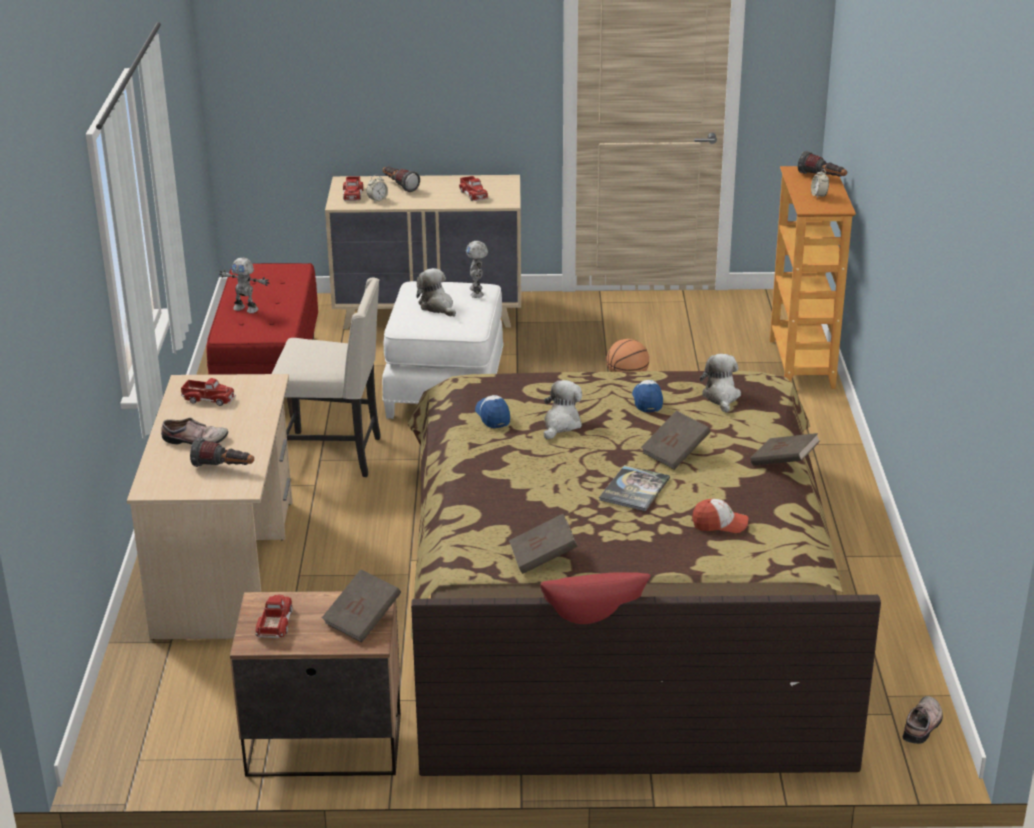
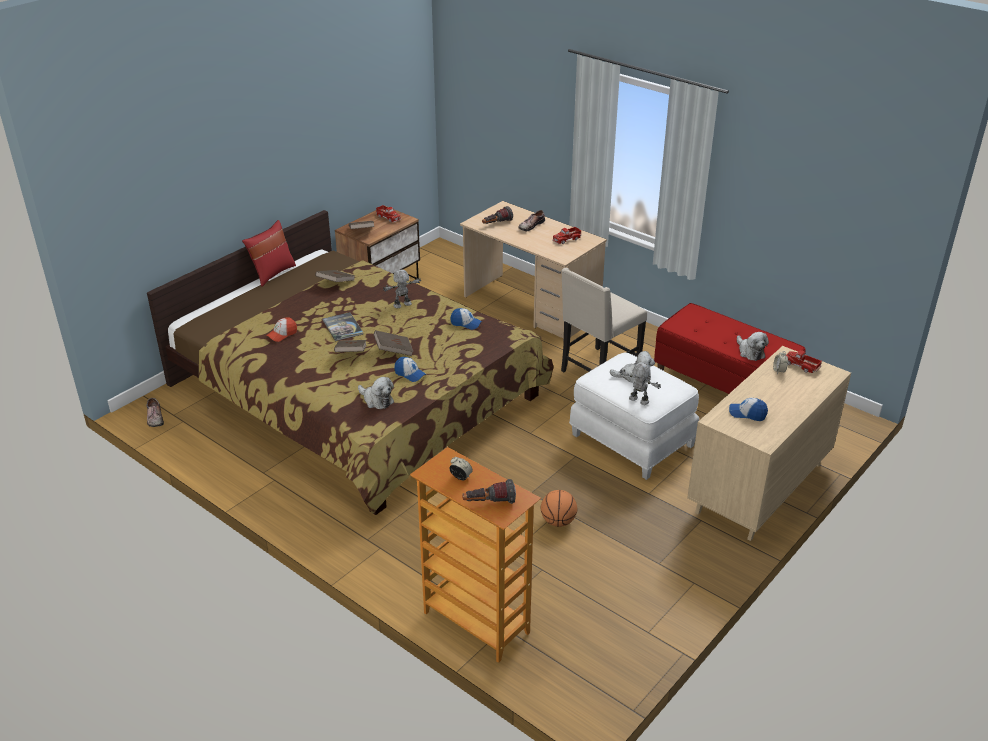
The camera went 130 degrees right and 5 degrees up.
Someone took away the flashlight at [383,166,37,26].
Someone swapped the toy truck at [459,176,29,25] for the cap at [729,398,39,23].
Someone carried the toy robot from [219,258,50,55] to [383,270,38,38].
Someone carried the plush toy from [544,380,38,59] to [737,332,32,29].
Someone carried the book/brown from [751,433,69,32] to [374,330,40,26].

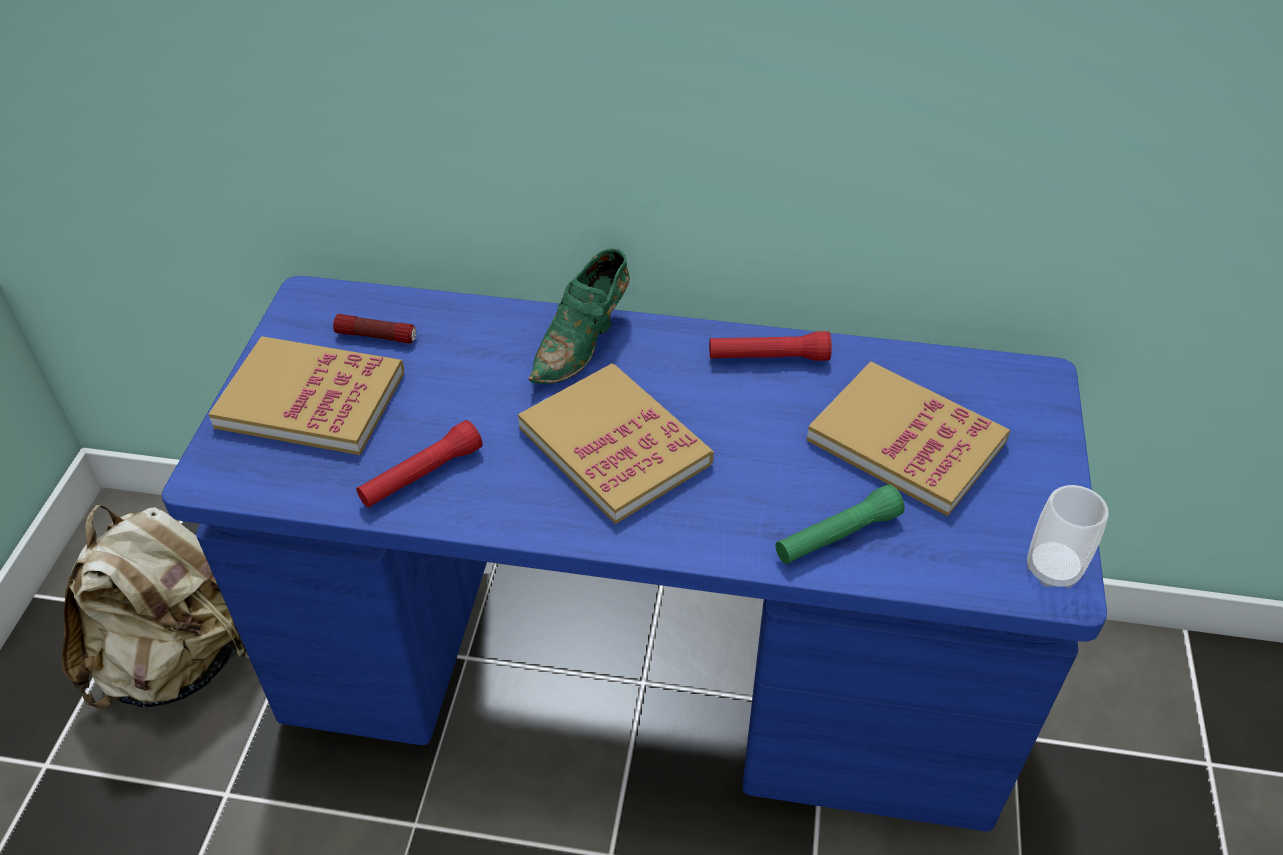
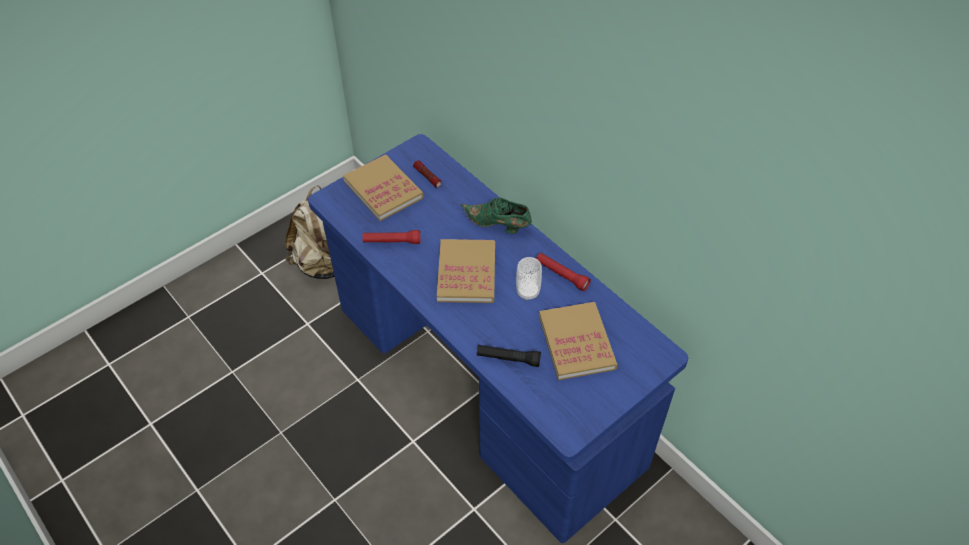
The camera went 40 degrees right and 5 degrees up.
Someone rotated the shoe/green at [529,249,101,135] by 45 degrees clockwise.
Someone repainted the flashlight/green at [776,484,129,80], which became the flashlight/black at [477,345,64,22].
Someone carried the cup from [1027,485,82,103] to [516,257,26,43].

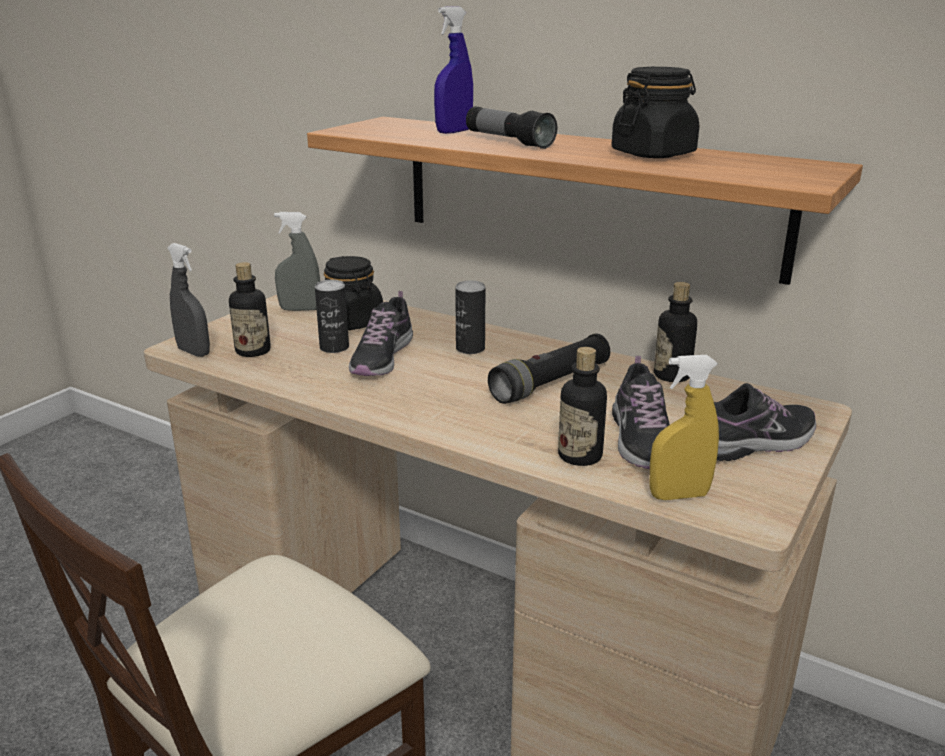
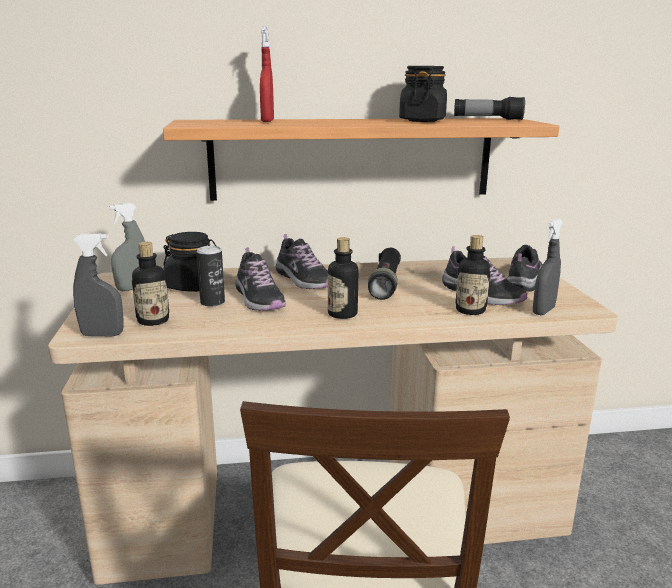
The camera went 40 degrees left and 5 degrees down.
Someone repainted the spray bottle/blue at [434,7,39,127], which became the spray bottle/red at [260,26,14,96].
Someone carried the flashlight from [466,106,91,43] to [454,97,71,23].
Someone swapped the can at [455,280,30,74] for the shoe at [276,234,52,55].
Someone carried the bottle from [654,282,43,100] to [328,237,30,82].
Someone repainted the spray bottle/yellow at [649,355,70,145], which became the spray bottle/grey at [533,218,30,97].

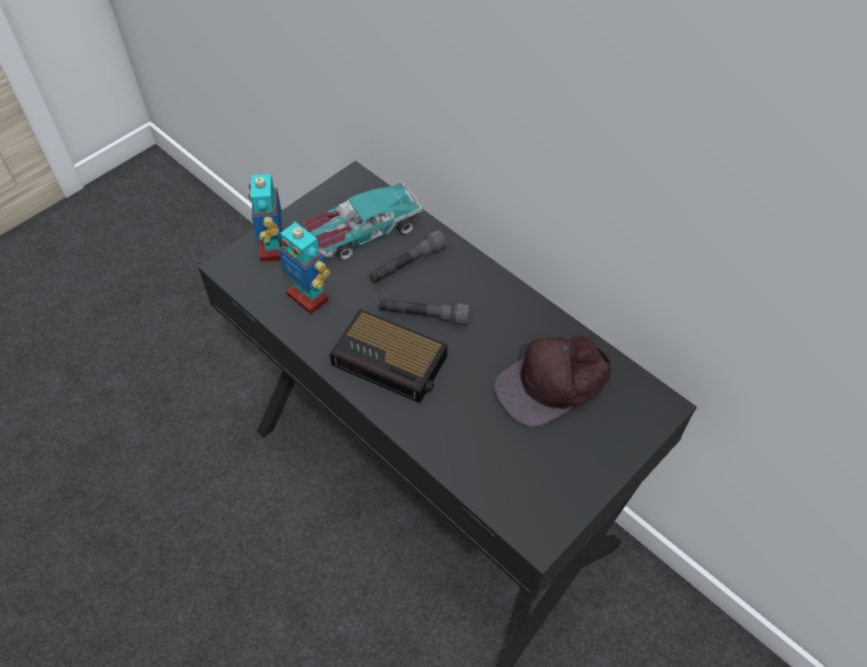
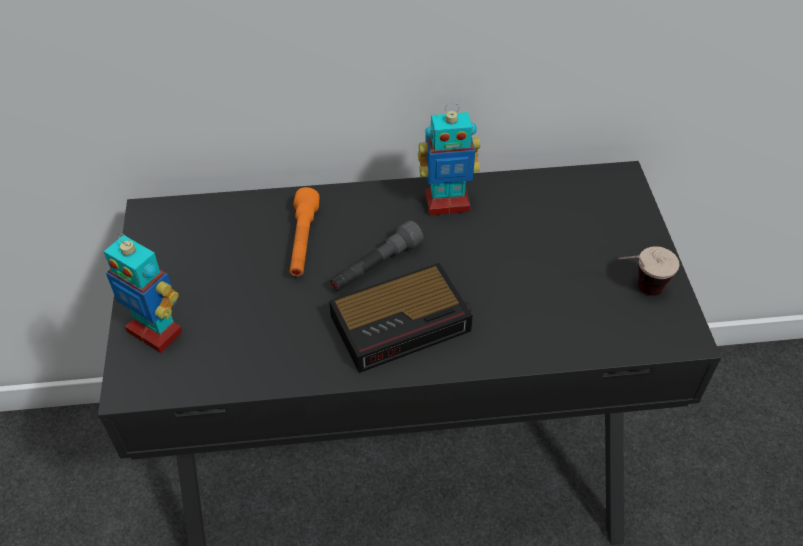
The camera went 50 degrees left and 5 degrees down.
Someone took away the toy car at [304,180,118,80].
Someone carried the toy robot from [279,221,51,93] to [418,103,62,112].
Someone repainted the flashlight/grey at [369,230,78,53], which became the flashlight/orange at [290,187,30,90].
Someone took away the cap/brown at [494,336,117,91].
Someone put down the cup at [618,246,62,50].

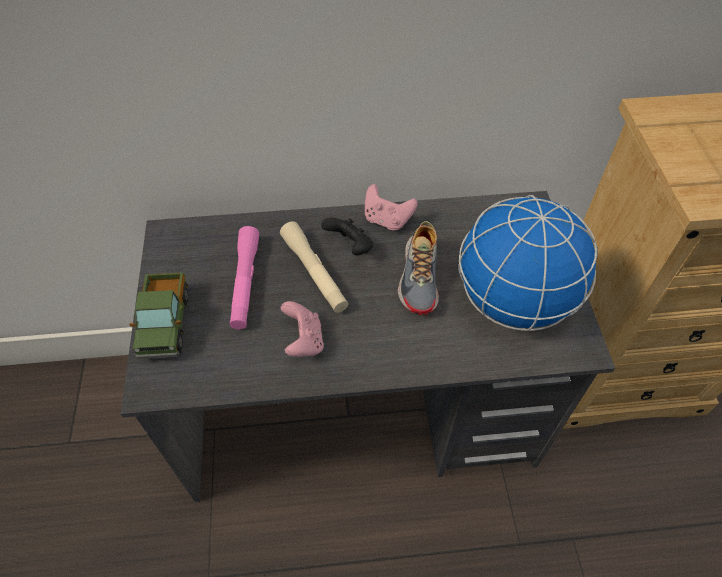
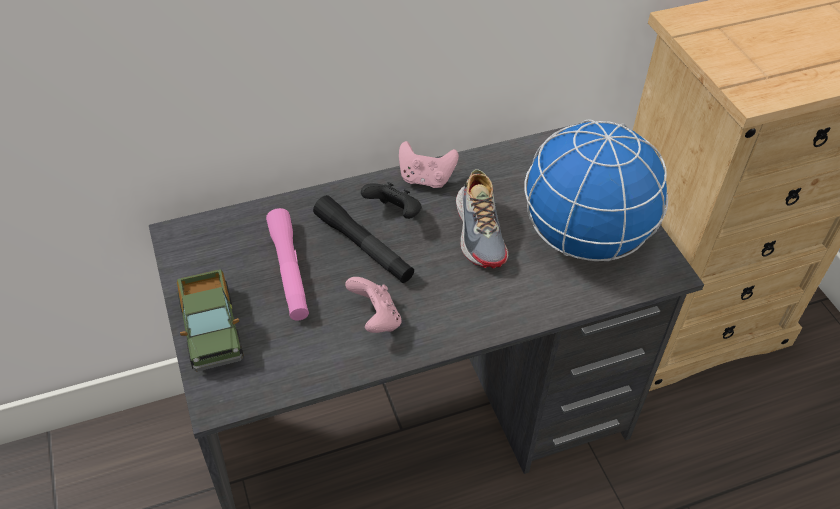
The camera went 15 degrees left and 5 degrees down.
Someone repainted the flashlight/beige at [280,221,69,92], which became the flashlight/black at [313,195,101,88].

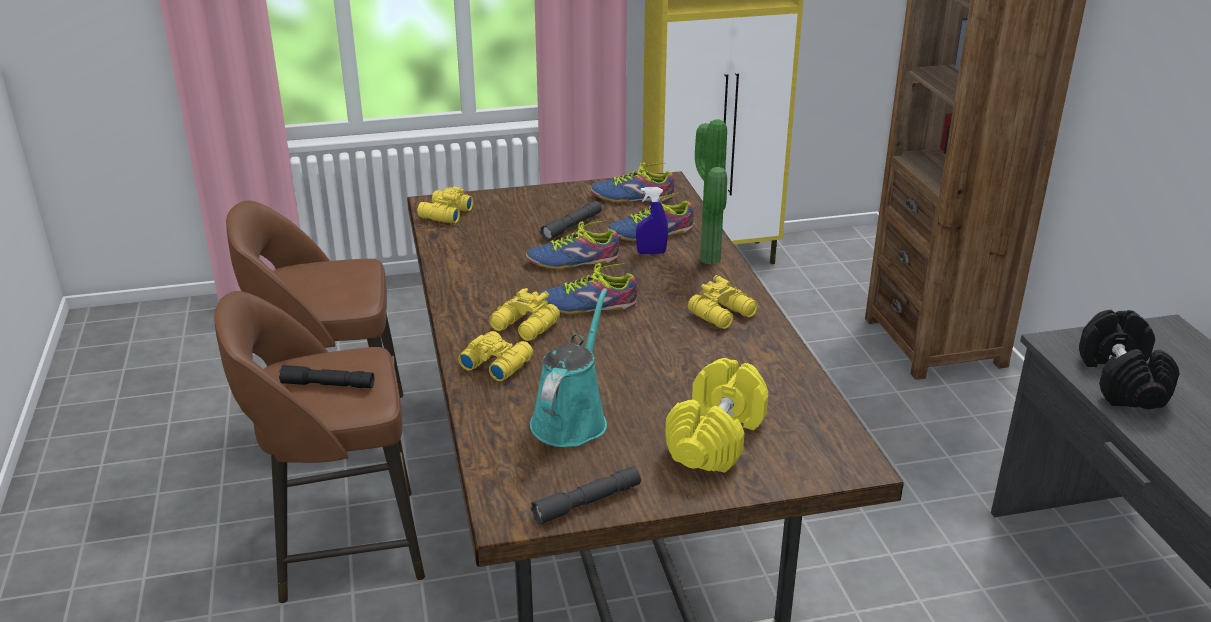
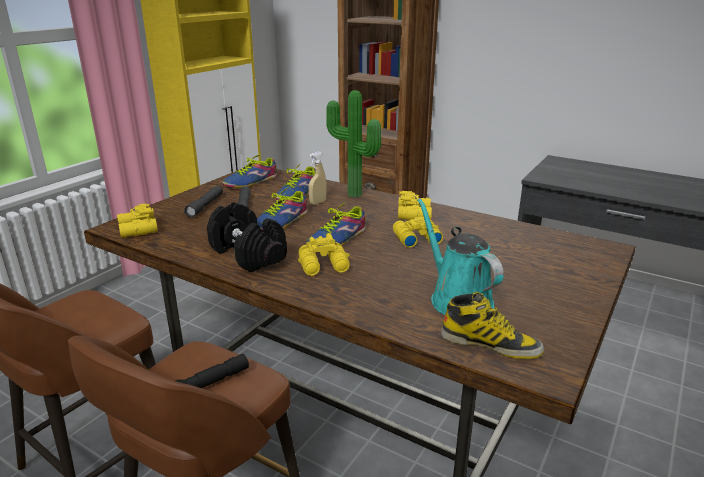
The camera went 45 degrees left and 5 degrees down.
Someone repainted the spray bottle/blue at [636,187,32,68], which became the spray bottle/beige at [309,152,18,53].
Someone carried the dumbbell/black from [1079,310,100,99] to [207,202,80,70].
Someone carried the binoculars/yellow from [458,331,75,50] to [393,217,50,31].
Someone took away the dumbbell/yellow at [665,358,103,115].
Someone carried the flashlight/grey from [531,466,110,58] to [184,186,39,32].
Someone put down the boot at [441,291,103,68].

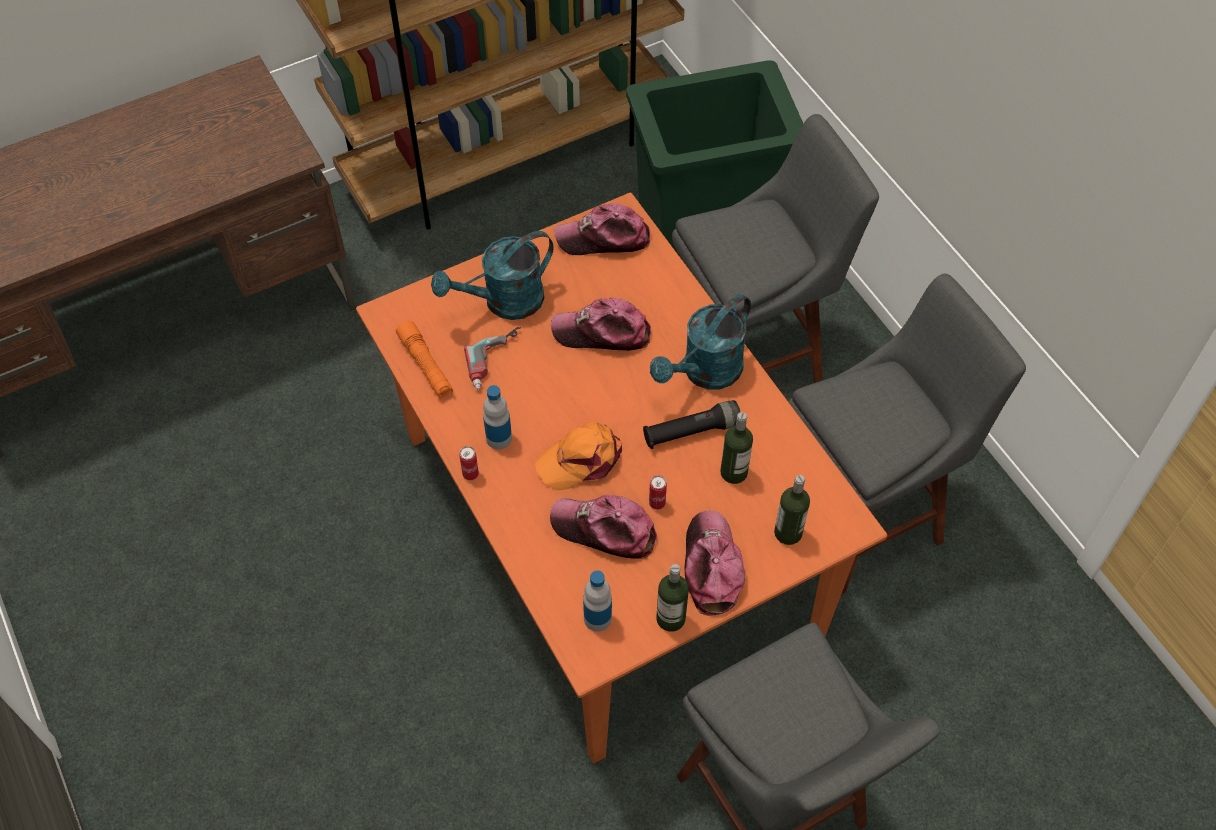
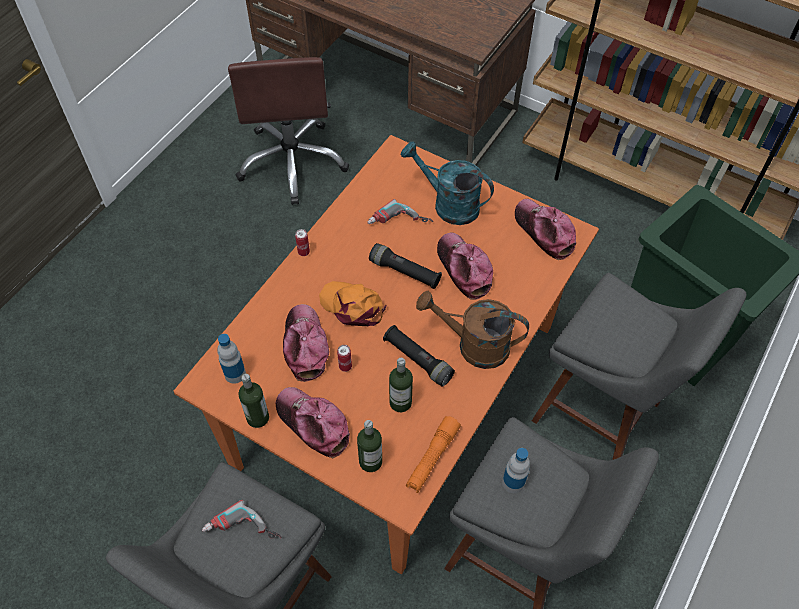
The camera went 60 degrees right and 0 degrees up.
Someone repainted the watering can/turquoise at [650,294,101,96], which became the watering can/brown at [416,291,113,78].
Someone carried the flashlight/orange from [396,321,57,78] to [406,416,55,77].
Someone carried the bottle from [483,385,29,65] to [502,448,28,45].
Someone rotated the cap at [684,510,61,106] by 105 degrees counterclockwise.
Someone put down the office chair/brown at [228,57,121,148].
Someone put down the flashlight/black at [369,243,73,46].
Someone put down the power drill at [202,500,80,39].

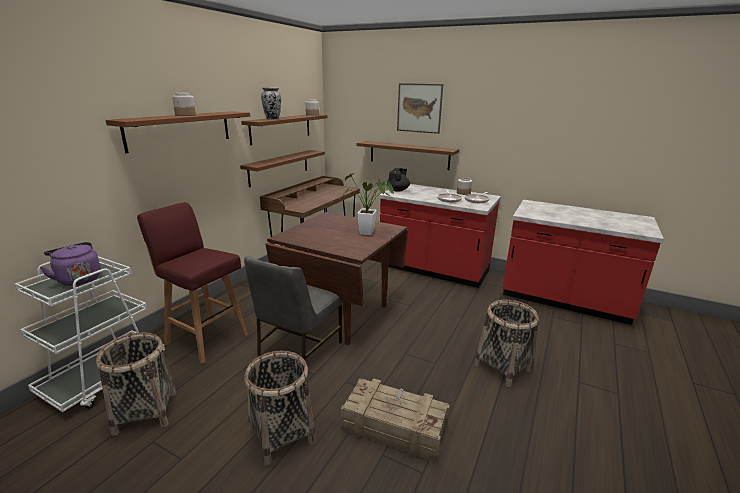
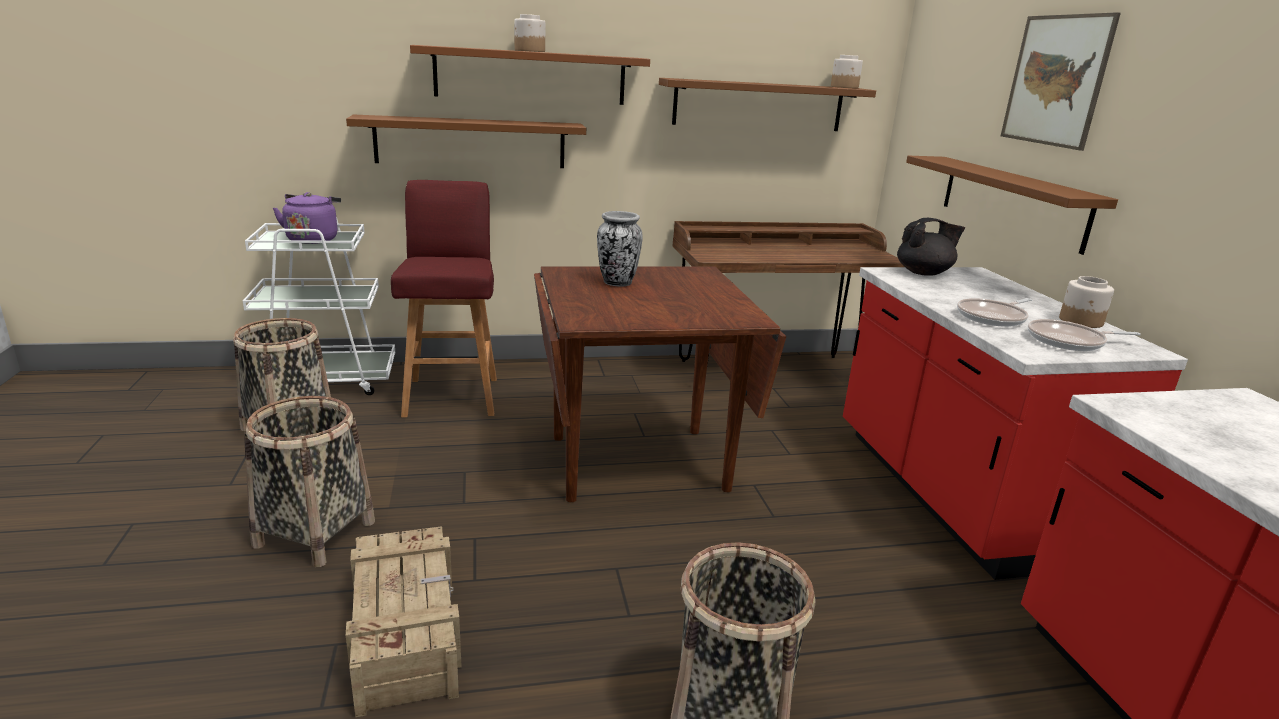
The camera went 50 degrees right and 0 degrees up.
Someone carried the vase from [261,87,20,32] to [597,211,46,76].
Someone carried the shelf/brown from [240,150,85,37] to [346,115,240,53].
Someone took away the potted plant at [343,173,51,62].
Someone took away the chair/grey at [244,256,99,104].

